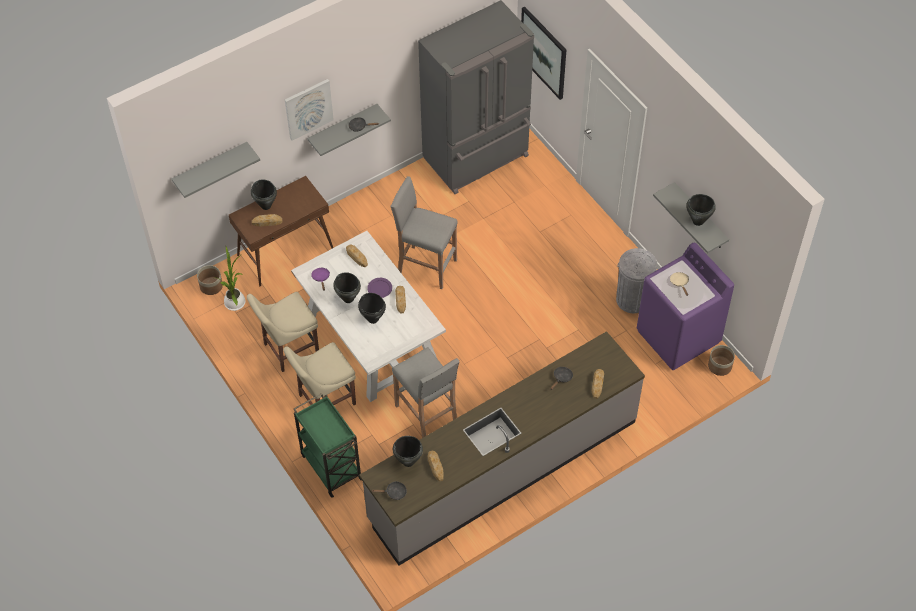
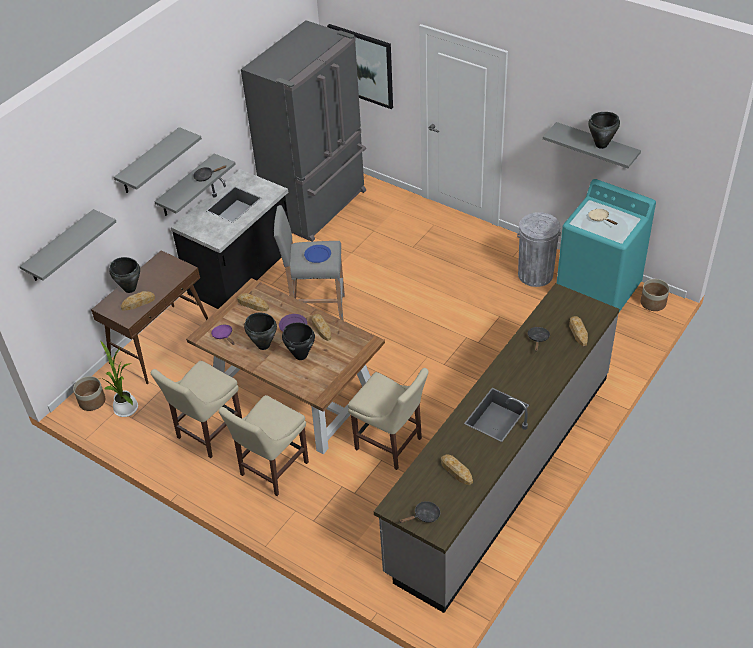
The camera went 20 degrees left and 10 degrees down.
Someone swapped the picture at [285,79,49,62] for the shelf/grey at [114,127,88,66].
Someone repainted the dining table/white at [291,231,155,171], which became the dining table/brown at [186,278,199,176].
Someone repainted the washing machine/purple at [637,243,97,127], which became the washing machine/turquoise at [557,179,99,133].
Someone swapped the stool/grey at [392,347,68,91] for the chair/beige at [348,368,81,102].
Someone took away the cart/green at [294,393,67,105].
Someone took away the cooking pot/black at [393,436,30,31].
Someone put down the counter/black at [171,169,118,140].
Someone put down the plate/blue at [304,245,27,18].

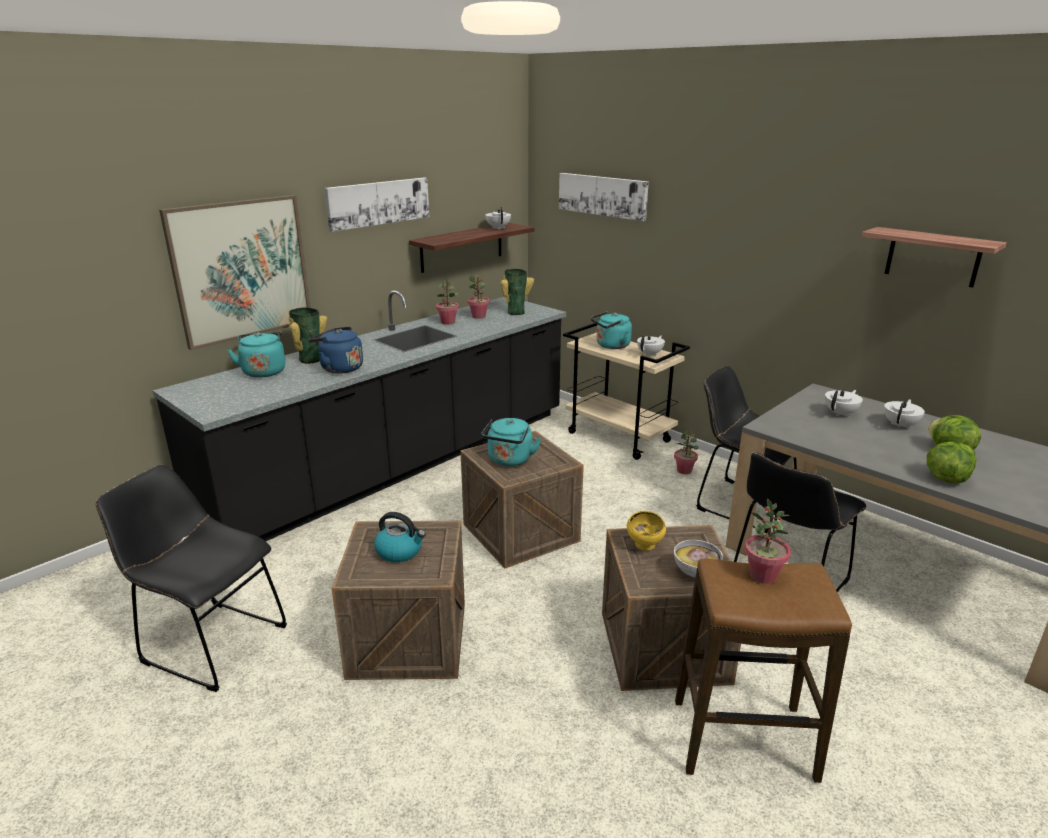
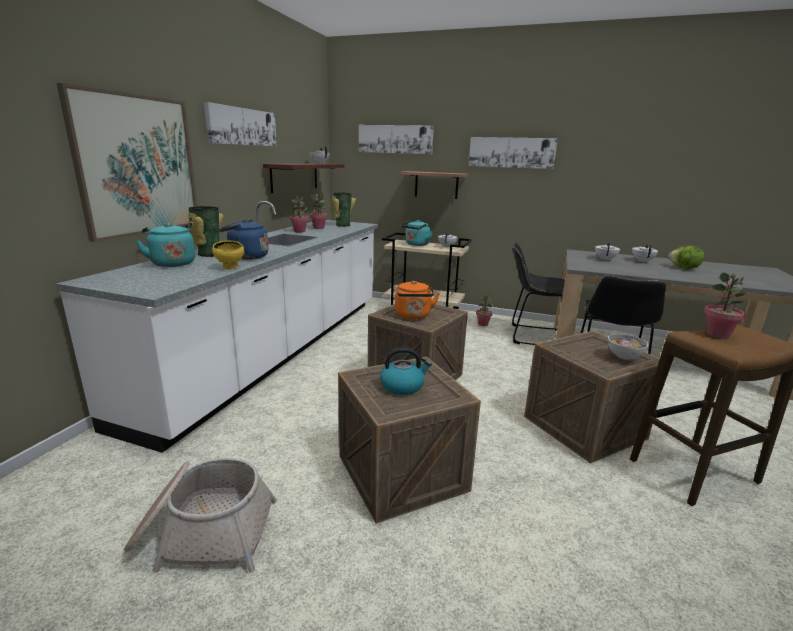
The camera went 25 degrees left and 5 degrees down.
Someone carried the shelf from [862,227,145,61] to [401,171,67,28].
Someone repainted the counter/black at [153,290,413,251], which became the counter/white at [56,201,322,252].
Someone repainted the kettle/turquoise at [481,418,60,48], which became the kettle/orange at [395,281,45,38].
Someone took away the lettuce at [927,441,50,43].
Someone swapped the chair/black at [96,464,191,228] for the basket at [124,458,153,115].
Someone carried the bowl/yellow from [627,511,39,40] to [212,241,32,28].
Someone put up the picture at [469,137,89,32].

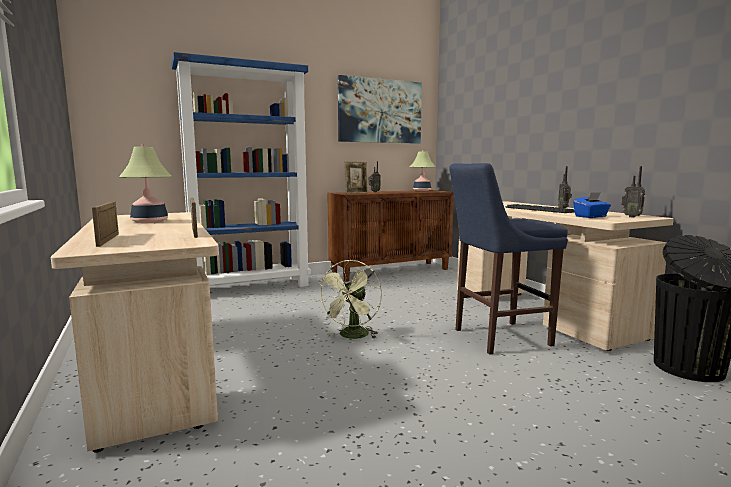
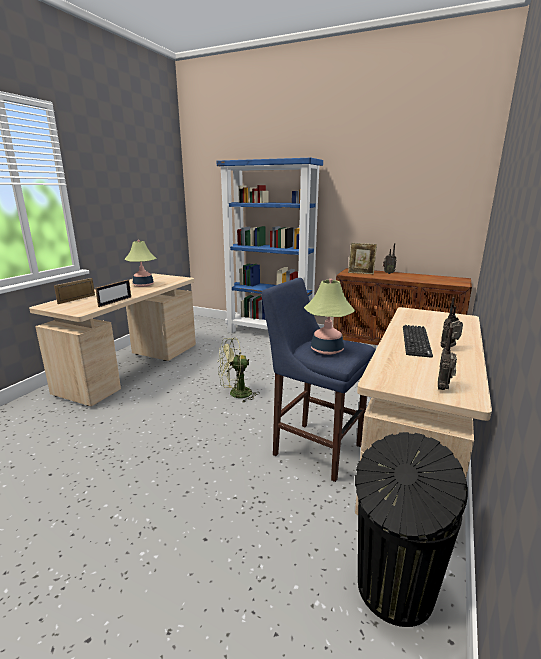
The camera went 50 degrees right and 10 degrees up.
Someone took away the picture at [338,75,84,69].
Someone carried the table lamp from [410,150,26,41] to [304,279,51,76].
Someone took away the tissue box/blue at [573,192,38,26].

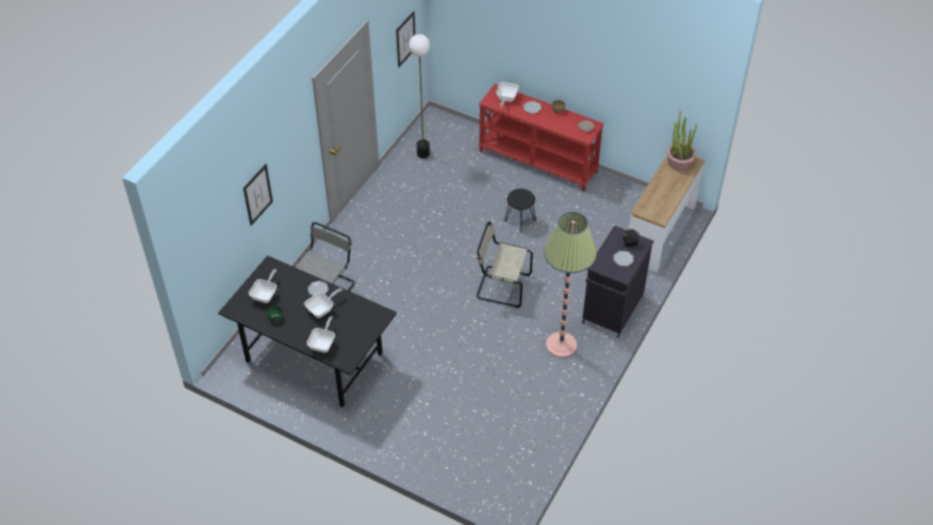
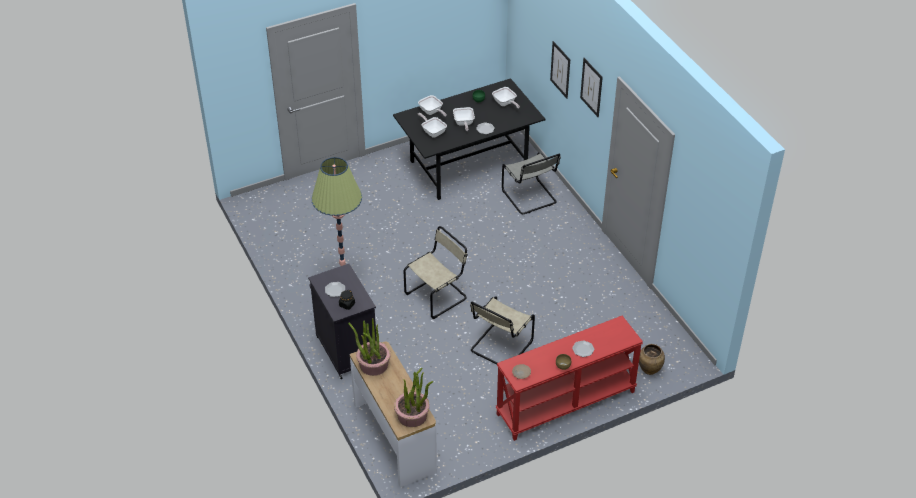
The camera went 125 degrees right and 5 degrees down.
Someone carried the picture from [396,11,19,57] to [580,58,23,59].
Someone took away the floor lamp at [409,34,21,125].
Someone carried the frying pan from [496,82,23,26] to [418,113,29,25].
Someone swapped the stool/black at [504,189,32,43] for the chair/beige at [470,296,65,69].
Someone put down the potted plant at [348,318,43,58].
Someone put down the vase/brown at [639,344,26,31].

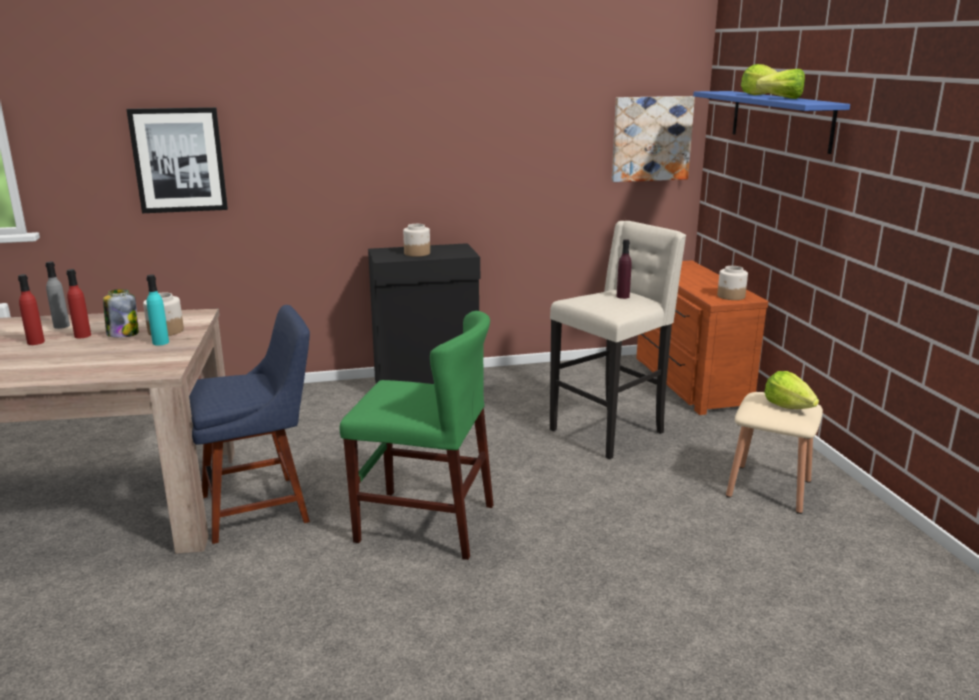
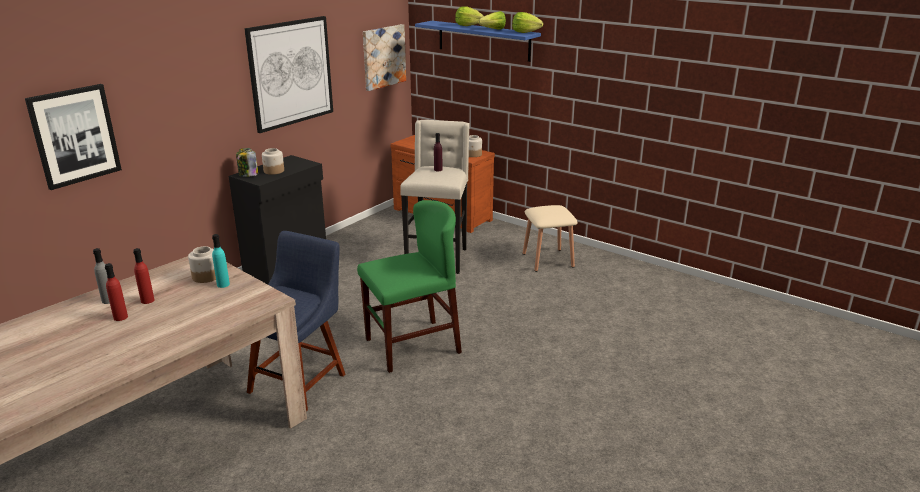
The camera went 40 degrees left and 5 degrees up.
Someone carried the jar from [103,289,36,49] to [236,148,22,29].
Someone carried the lettuce from [764,371,55,38] to [512,12,31,21].
Someone put up the picture at [244,16,89,117].

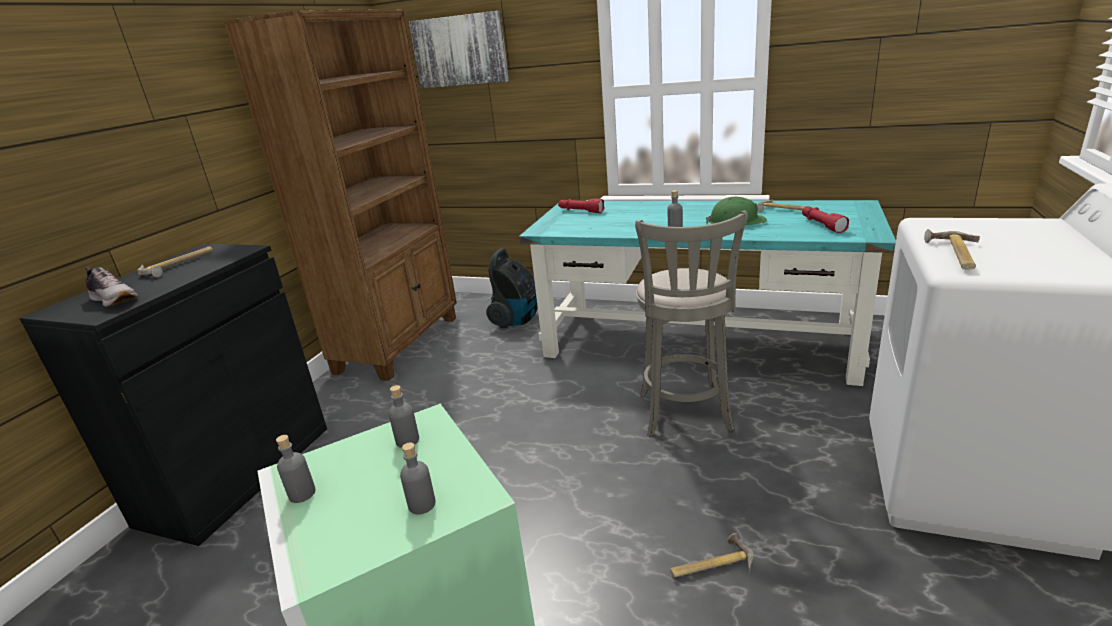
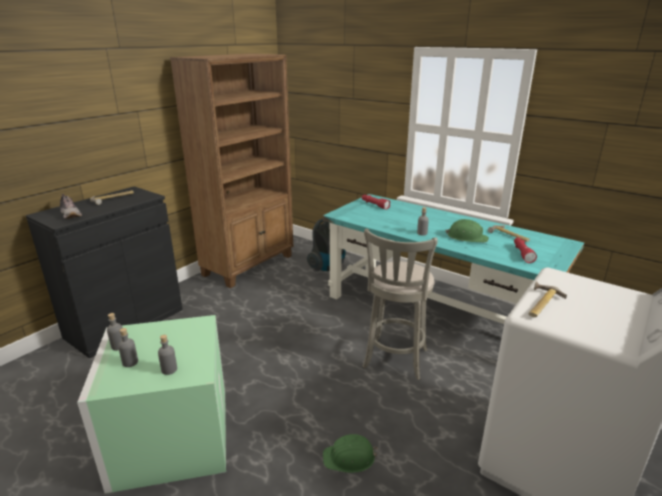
The camera went 15 degrees right and 0 degrees up.
Someone took away the picture at [409,11,100,77].
Someone carried the bottle/grey from [389,385,30,63] to [118,328,20,39].
Someone swapped the hammer at [670,533,84,45] for the hard hat/green at [323,434,55,39].

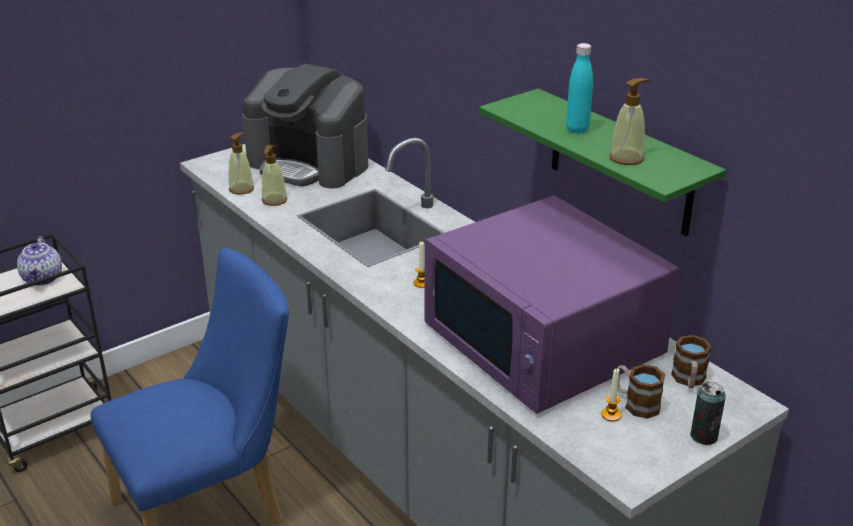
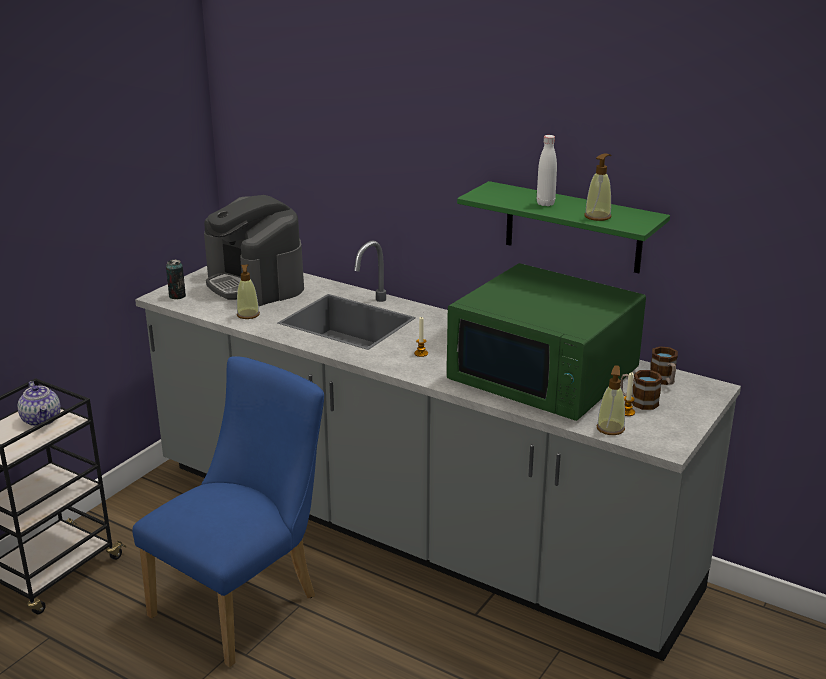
The camera went 20 degrees left and 5 degrees down.
Someone repainted the bottle/turquoise at [566,43,27,91], which became the bottle/white at [537,135,20,71].
Someone rotated the coffee machine at [242,64,126,124] by 45 degrees clockwise.
Someone carried the soap dispenser from [229,132,25,62] to [596,365,29,70].
Someone repainted the microwave/purple at [424,195,255,219], which became the microwave/green at [447,263,199,158].
Someone carried the can from [690,382,36,63] to [166,259,20,40].

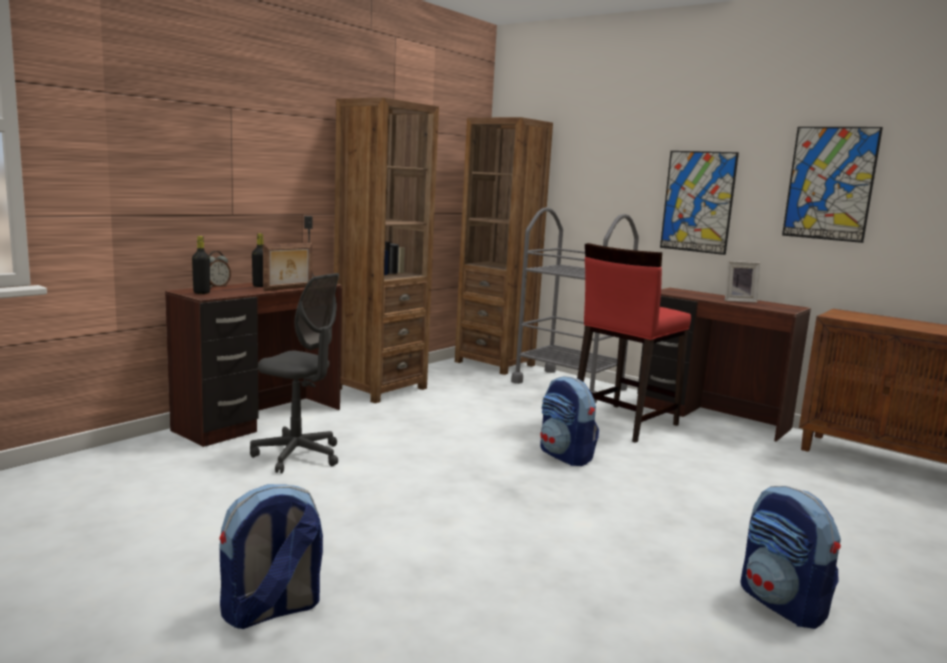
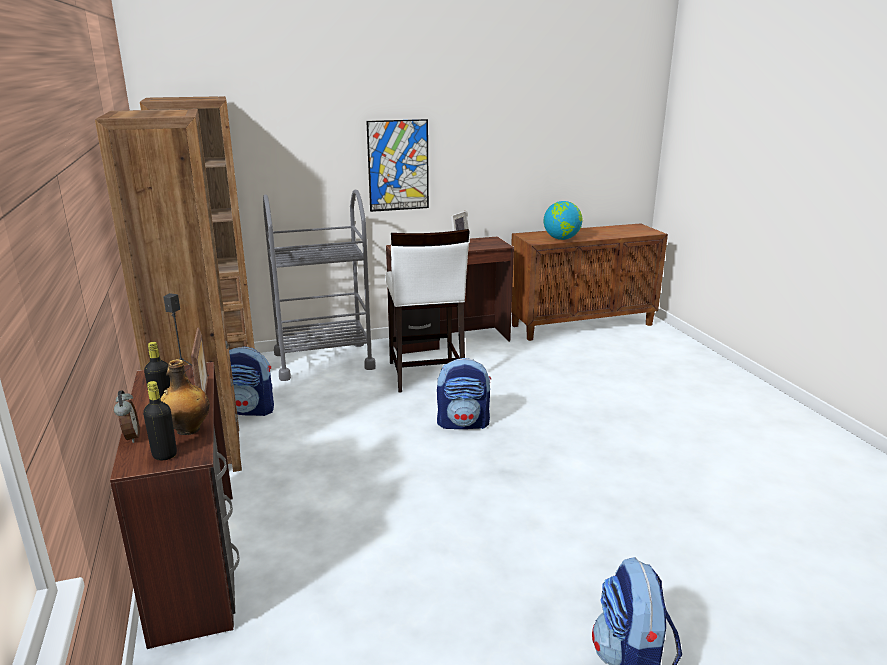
The camera went 55 degrees left and 10 degrees up.
Someone took away the picture at [782,127,101,116].
Someone repainted the stool/red at [577,243,114,200], which became the stool/white at [385,229,85,164].
Someone took away the office chair/grey at [250,273,89,200].
Someone carried the backpack from [740,486,101,143] to [229,346,45,70].
Someone put down the globe at [544,201,38,39].
Someone put down the bottle at [161,359,49,76].

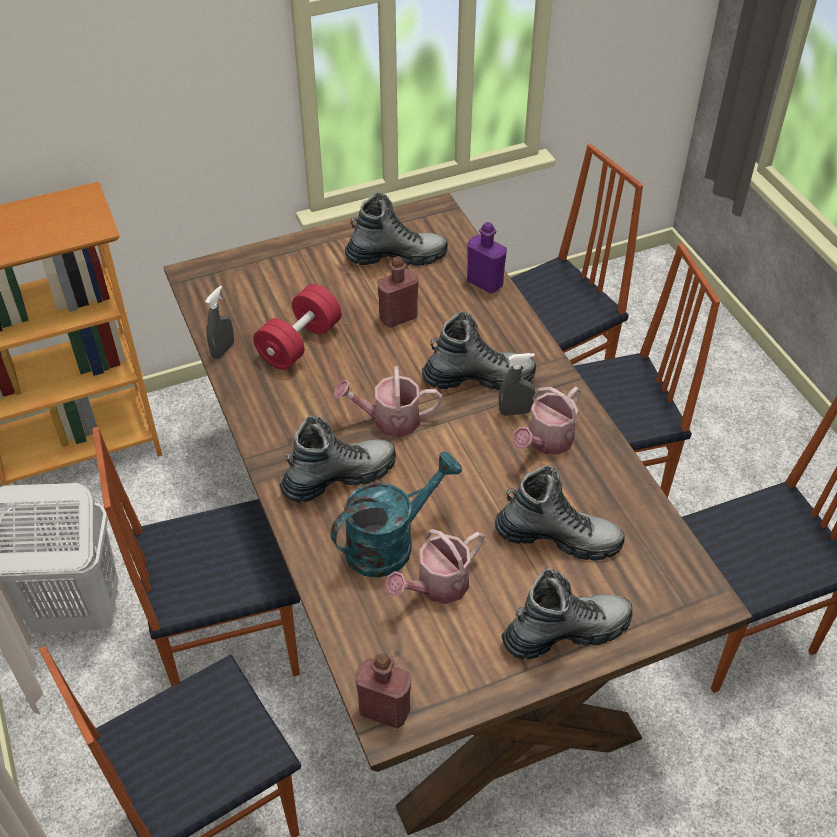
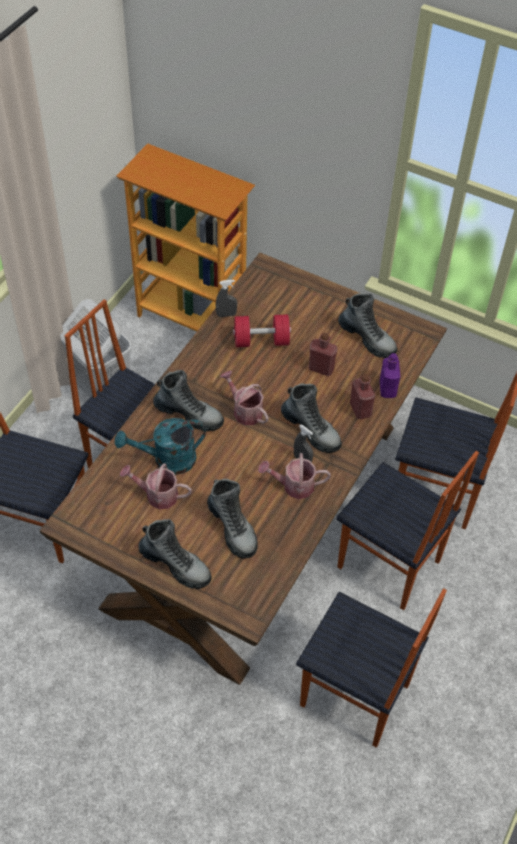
The camera went 50 degrees right and 5 degrees up.
Someone rotated the watering can/turquoise at [331,451,131,127] by 150 degrees clockwise.
Someone carried the bottle/red from [356,654,55,75] to [350,374,25,45].

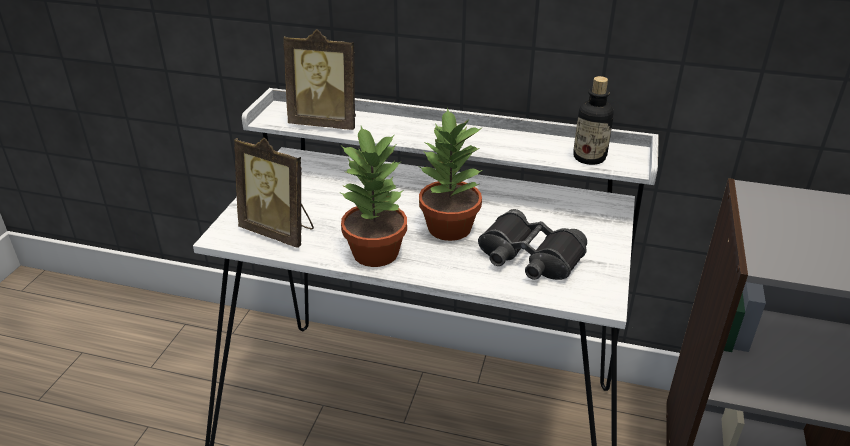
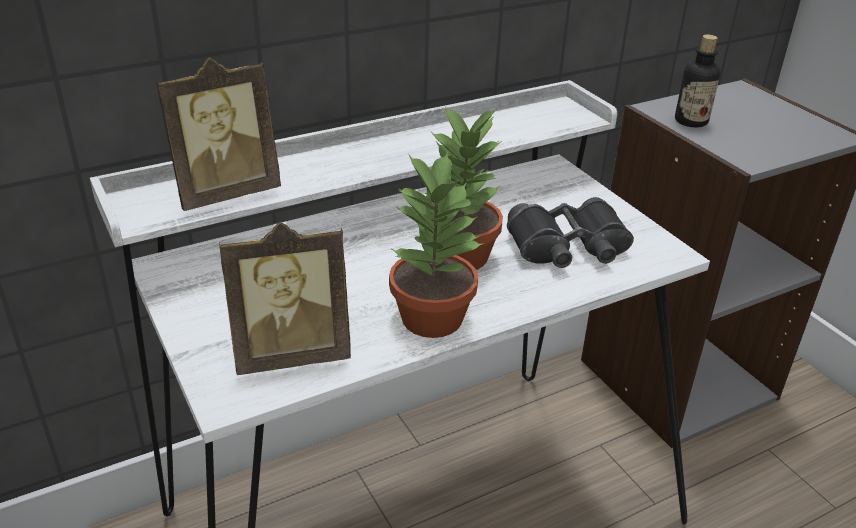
The camera went 45 degrees left and 0 degrees up.
Someone carried the bottle from [573,76,41,89] to [675,35,45,92].

